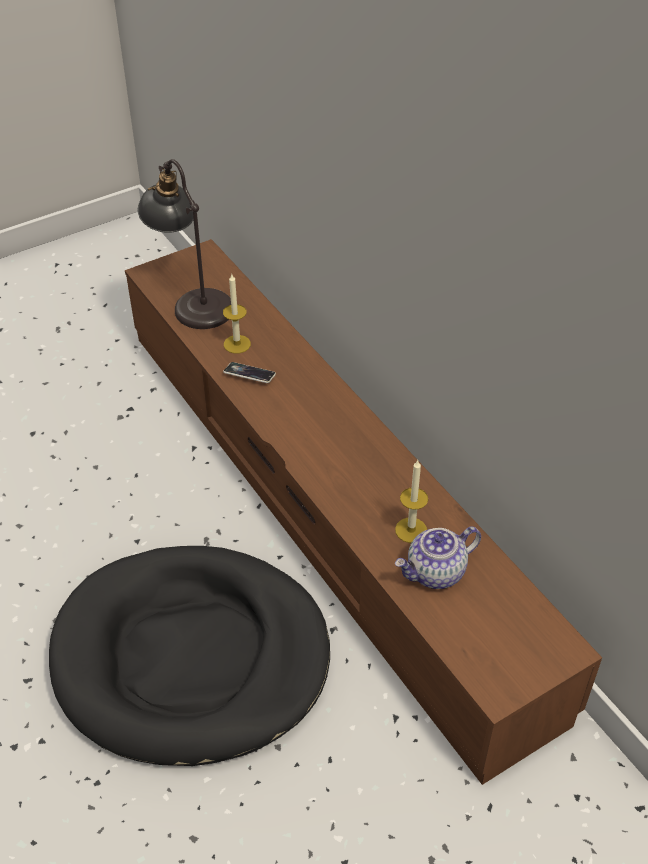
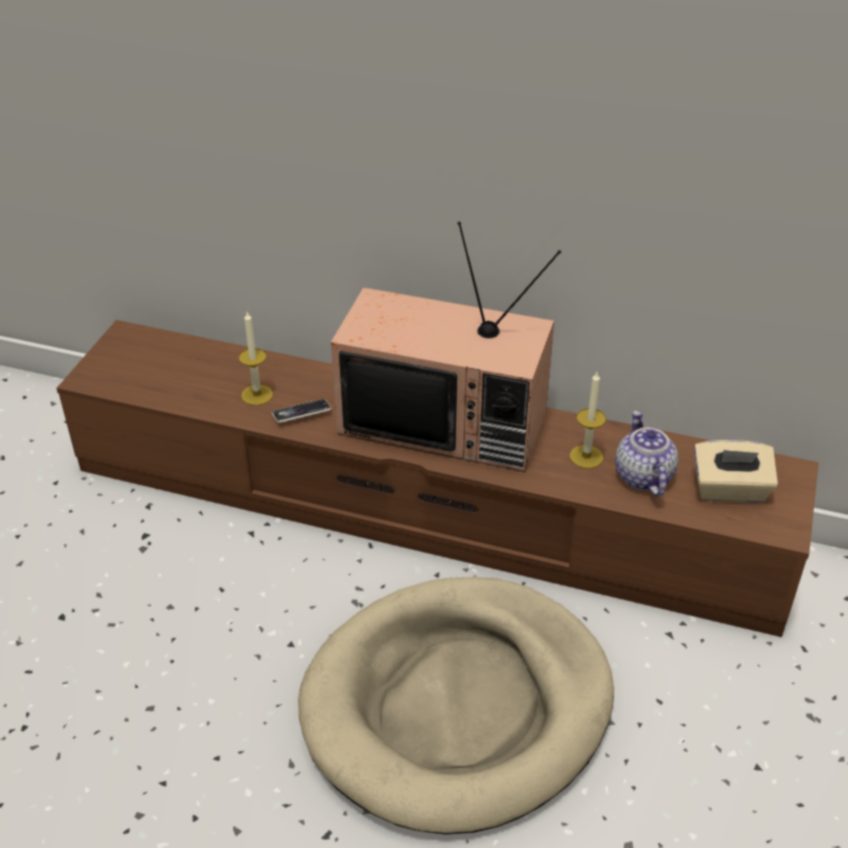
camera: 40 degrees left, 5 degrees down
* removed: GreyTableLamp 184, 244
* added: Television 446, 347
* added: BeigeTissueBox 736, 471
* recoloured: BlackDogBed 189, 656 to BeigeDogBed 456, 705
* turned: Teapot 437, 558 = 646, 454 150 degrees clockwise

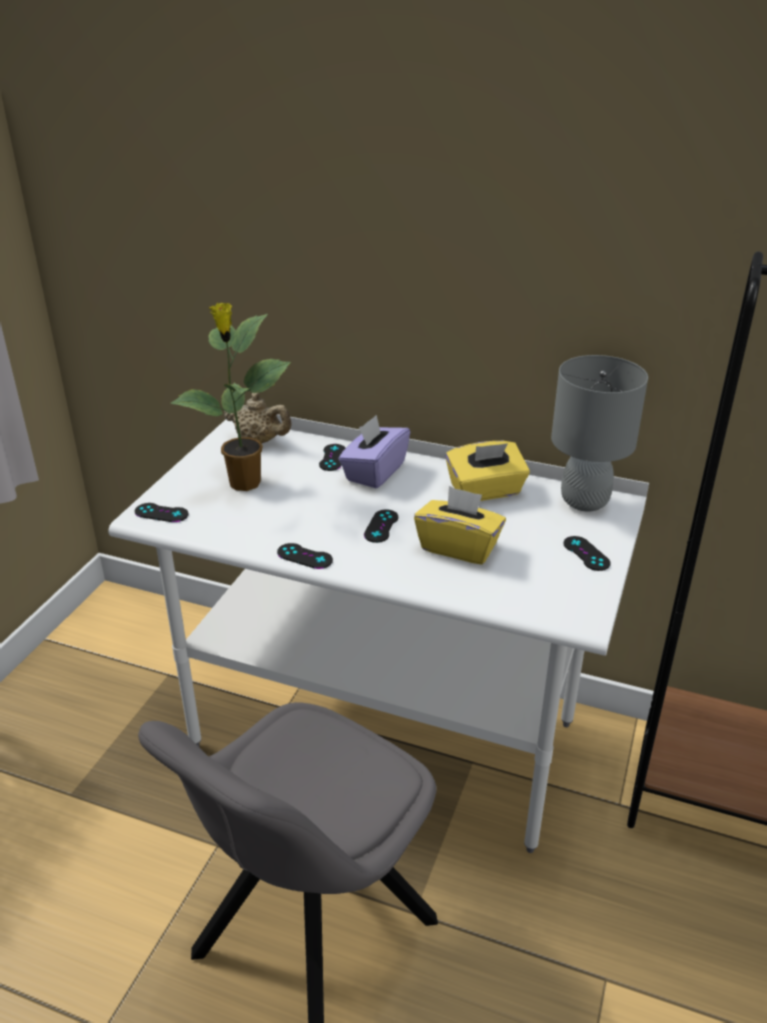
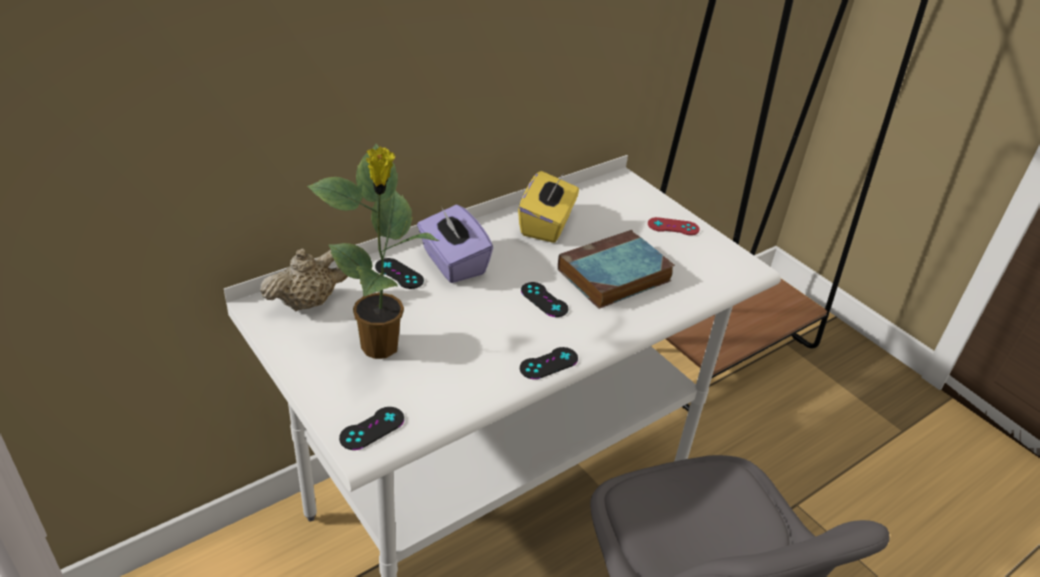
camera: 60 degrees left, 5 degrees up
* removed: GreyTableLamp 599, 433
* replaced: YellowTissueBox 460, 525 to Book 616, 269
* recoloured: BlackGameController 587, 553 to RedGameController 674, 226

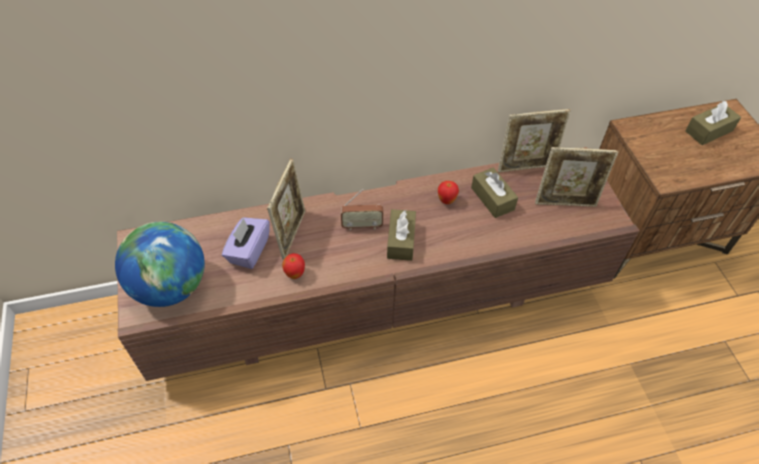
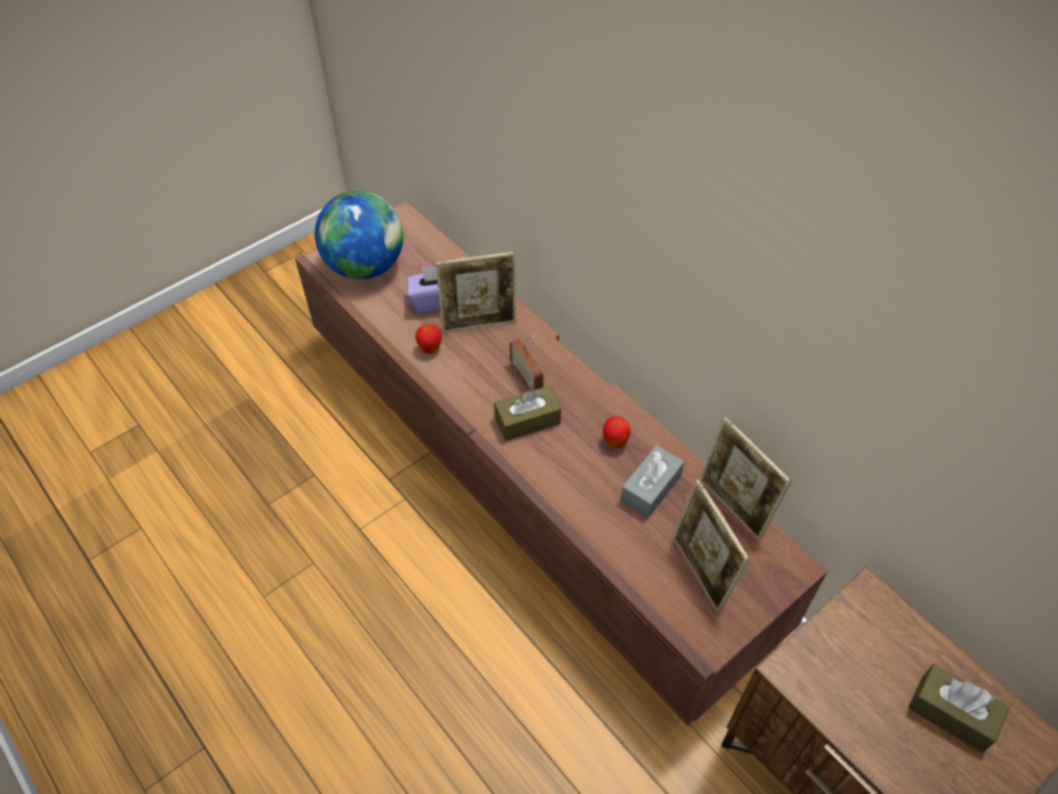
camera: 65 degrees right, 0 degrees up
* recoloured: BrownTissueBox 494, 193 to GreyTissueBox 652, 481

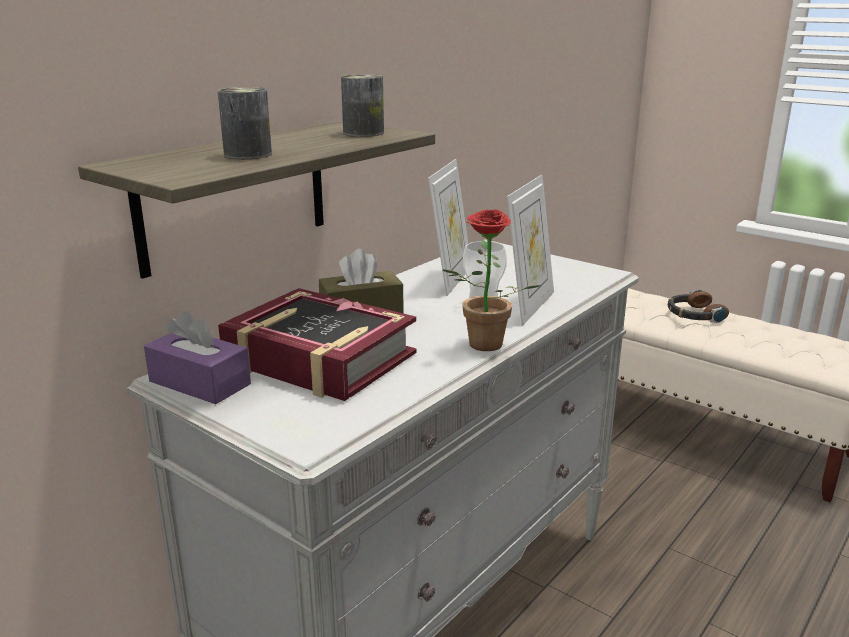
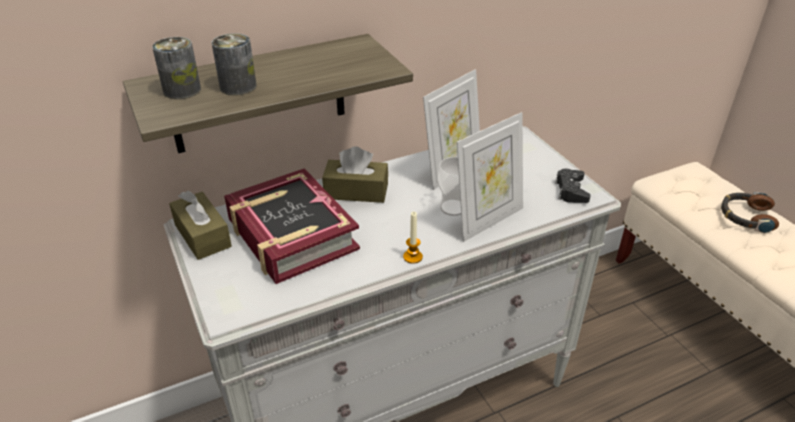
camera: 25 degrees right, 15 degrees up
* added: BlackGameController 573, 185
* moved: Can 362, 105 to 176, 68
* replaced: PottedPlant 492, 280 to Candle 413, 238
* recoloured: PurpleTissueBox 197, 357 to BrownTissueBox 200, 225

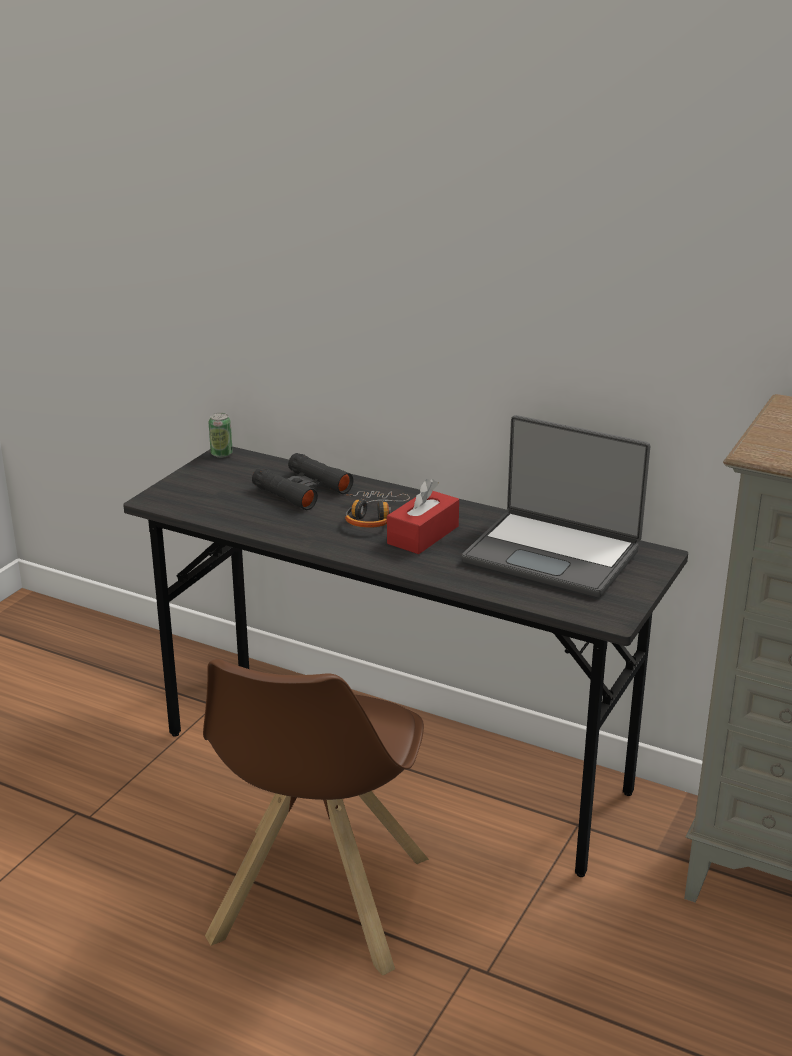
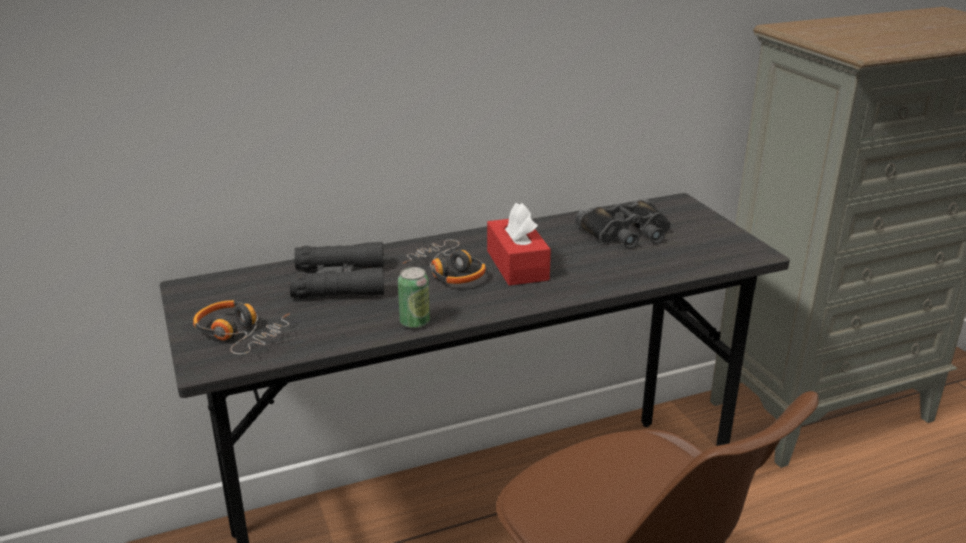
camera: 50 degrees left, 0 degrees up
* added: Headphones 241, 327
* moved: Can 221, 435 to 414, 298
* replaced: Laptop 556, 506 to BlackBinoculars 623, 224

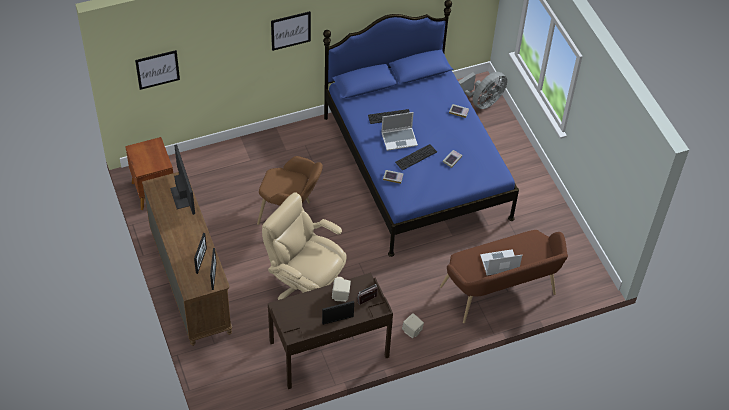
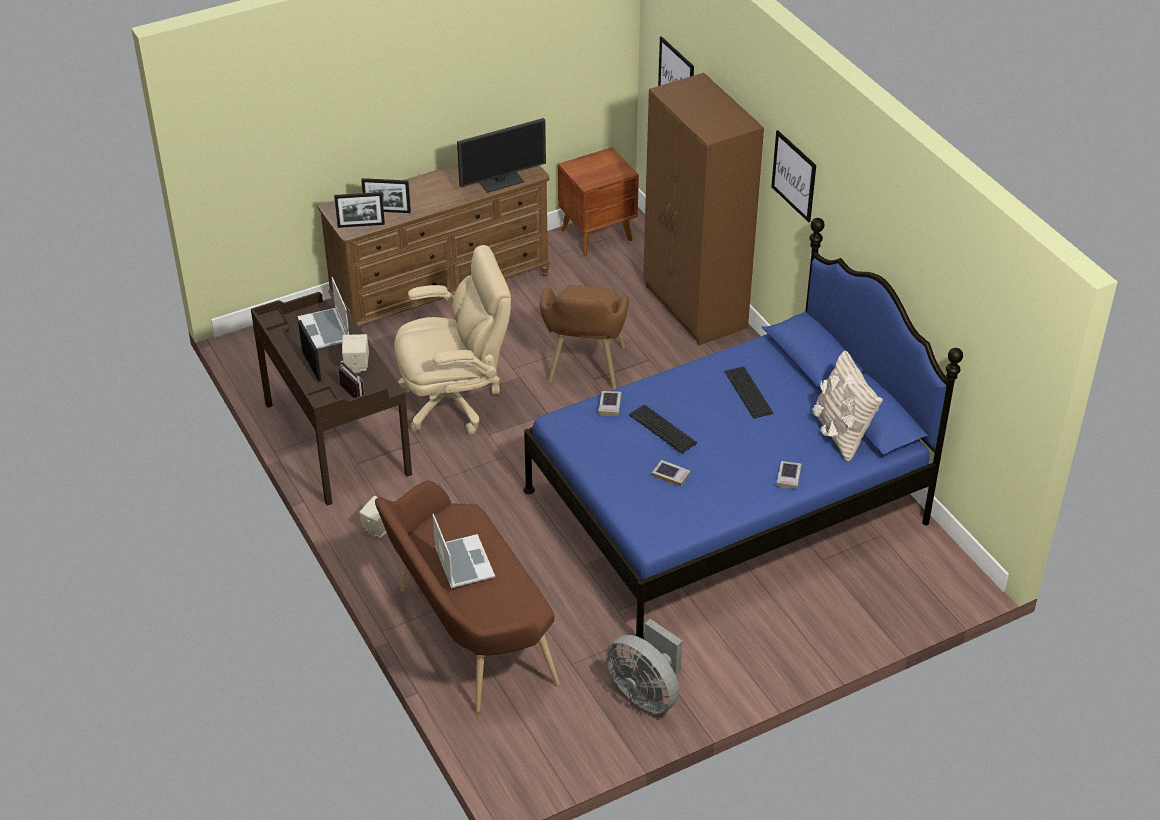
camera: 85 degrees right, 10 degrees down
* added: BrownWardrobe 703, 209
* added: BeigePillow 847, 405
* moved: Laptop 399, 131 to 323, 313
* moved: GreyFan 482, 90 to 644, 666
* turned: BeigeOfficeChair 304, 246 = 452, 339 45 degrees clockwise

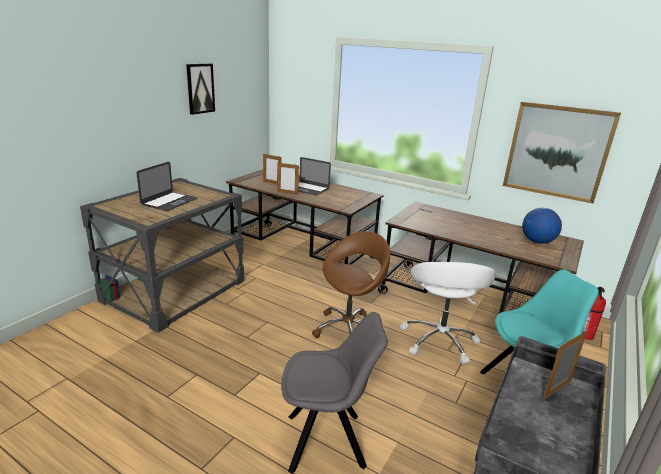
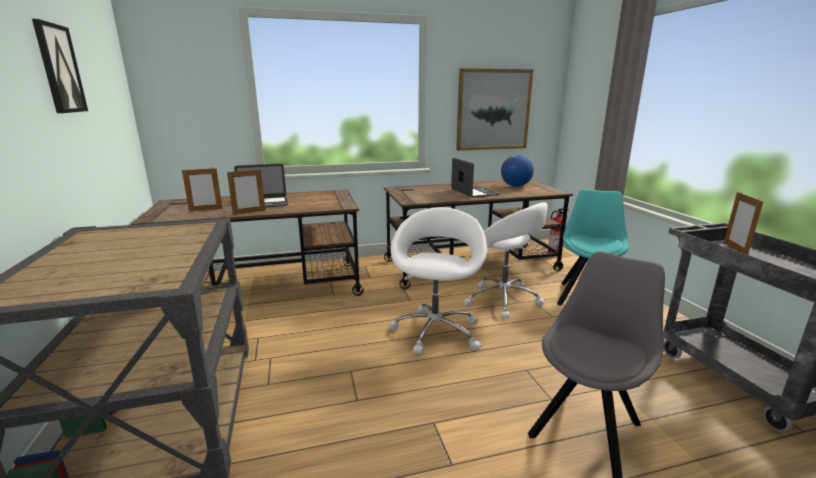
camera: 45 degrees left, 5 degrees down
* moved: Laptop 166, 186 to 475, 178
* recoloured: BrownOfficeChair 351, 284 to WhiteOfficeChair 438, 280

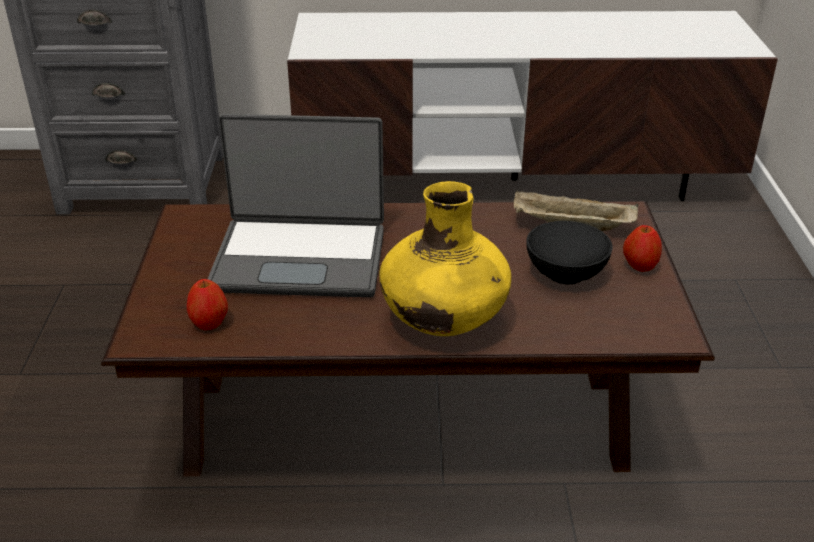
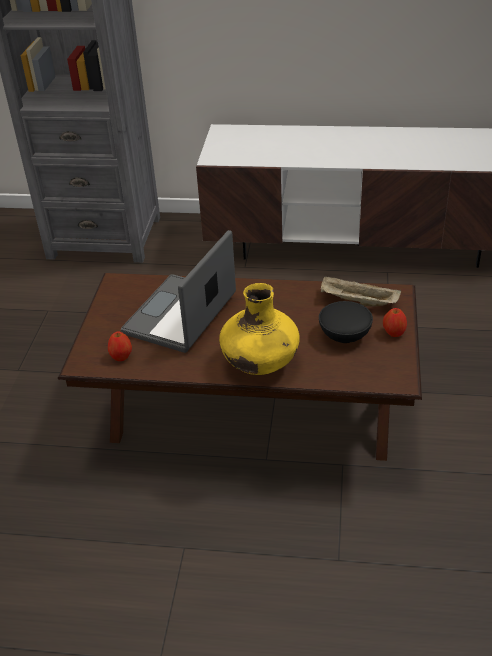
camera: 10 degrees right, 5 degrees up
* turned: Laptop 296, 206 = 178, 291 105 degrees clockwise

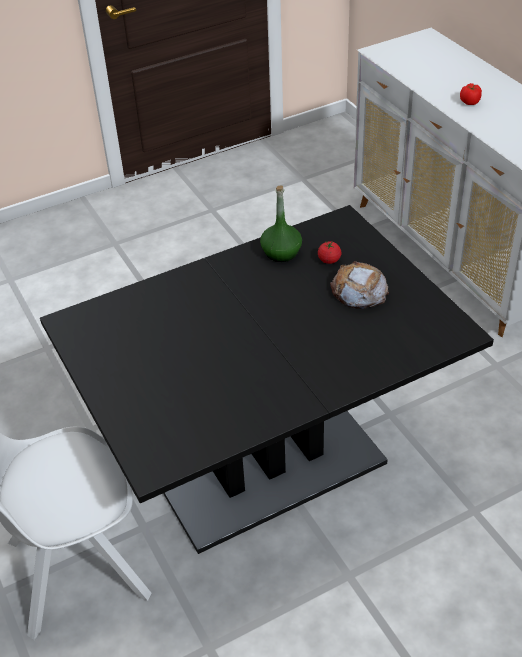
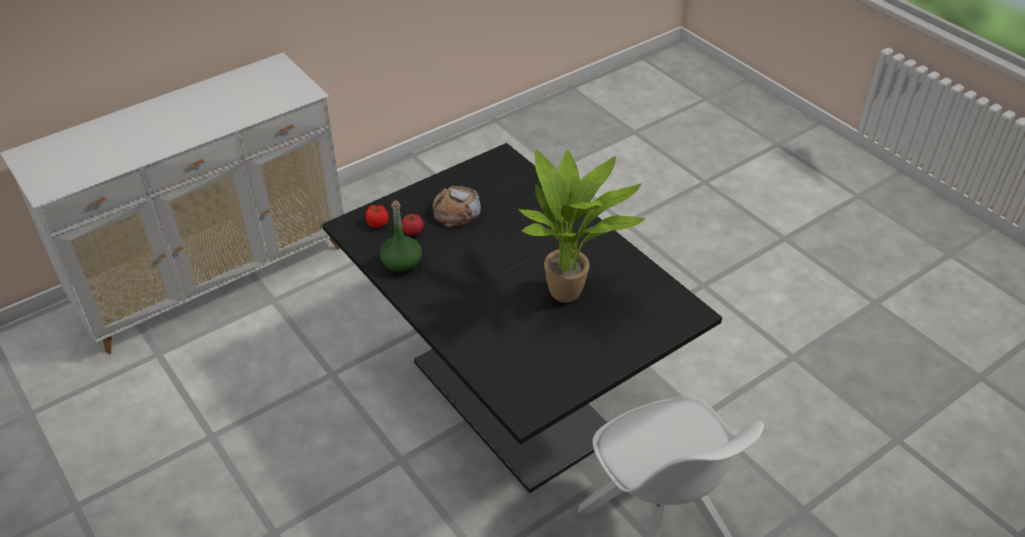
camera: 100 degrees left, 0 degrees up
* added: PottedPlant 582, 226
* moved: Tomato 471, 94 to 377, 216

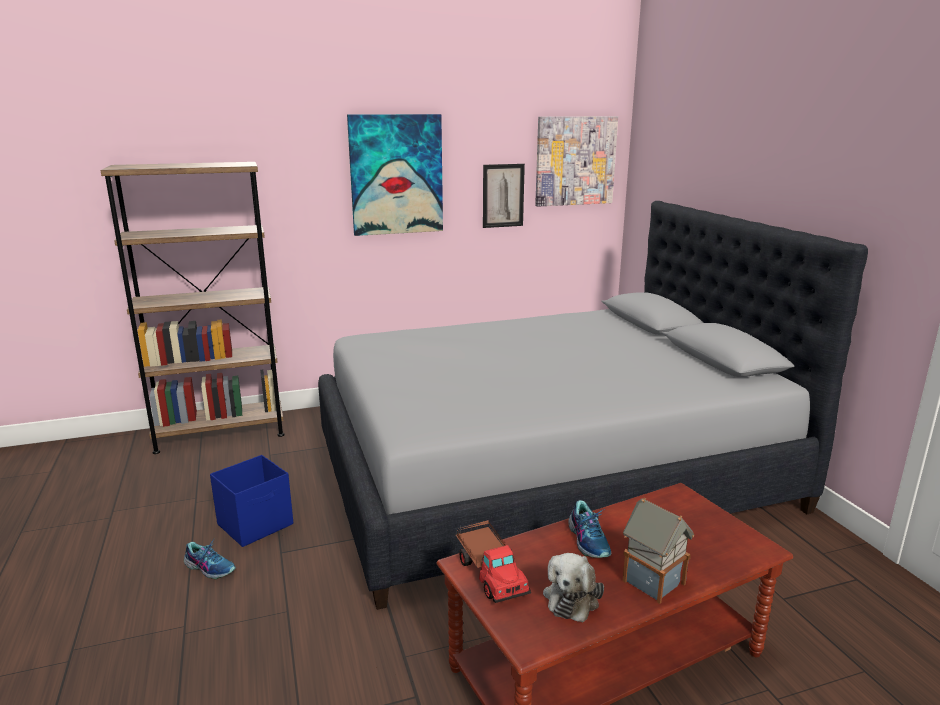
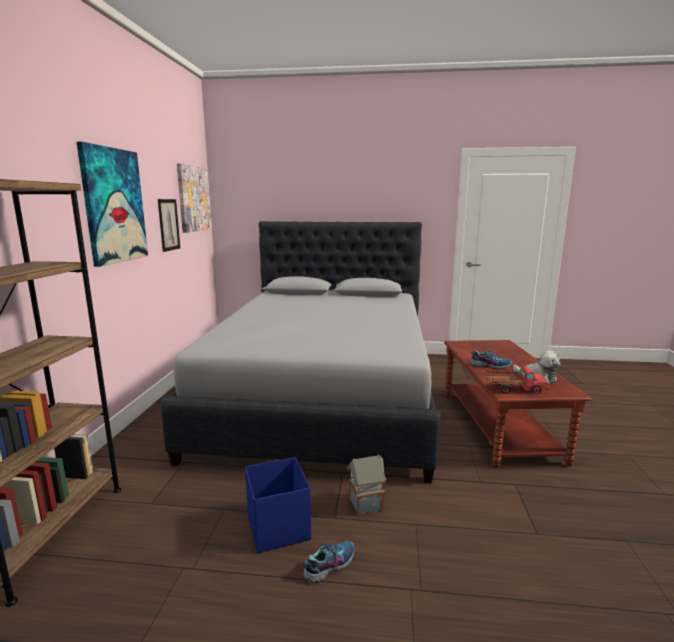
camera: 65 degrees left, 5 degrees down
* moved: ToyHouse 658, 550 to 366, 485

